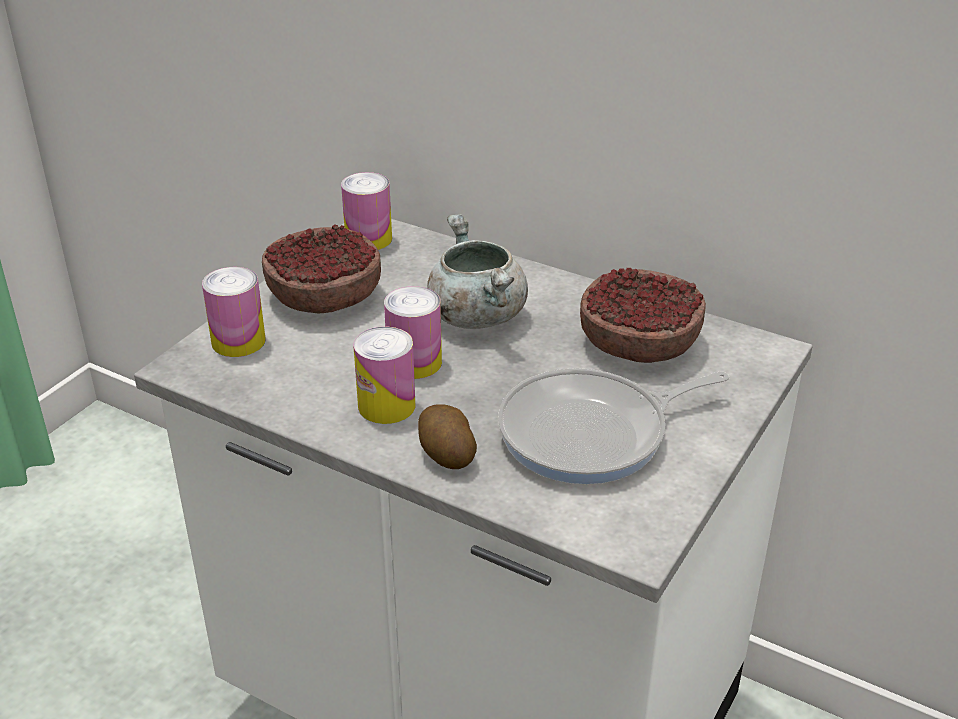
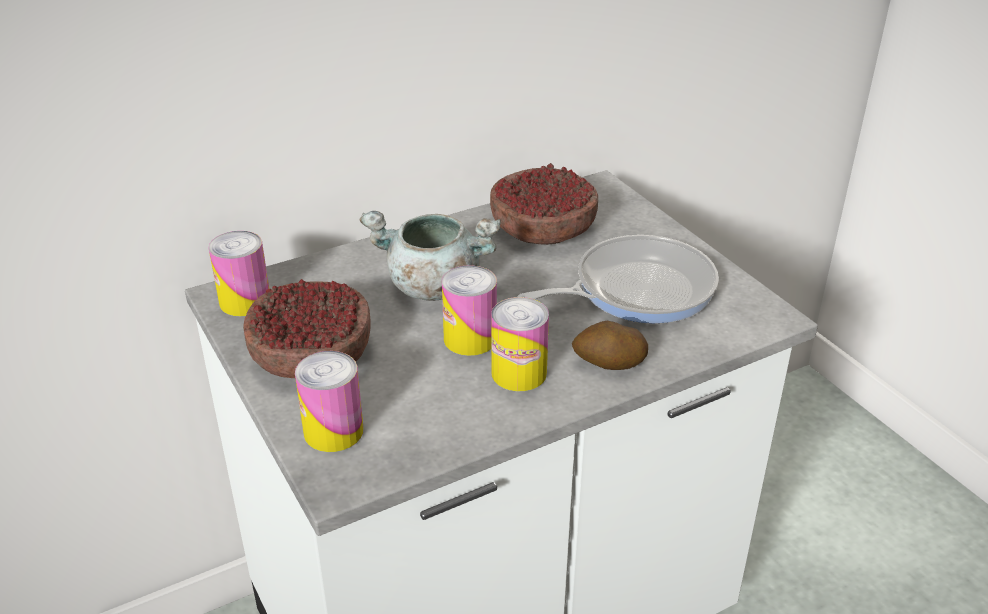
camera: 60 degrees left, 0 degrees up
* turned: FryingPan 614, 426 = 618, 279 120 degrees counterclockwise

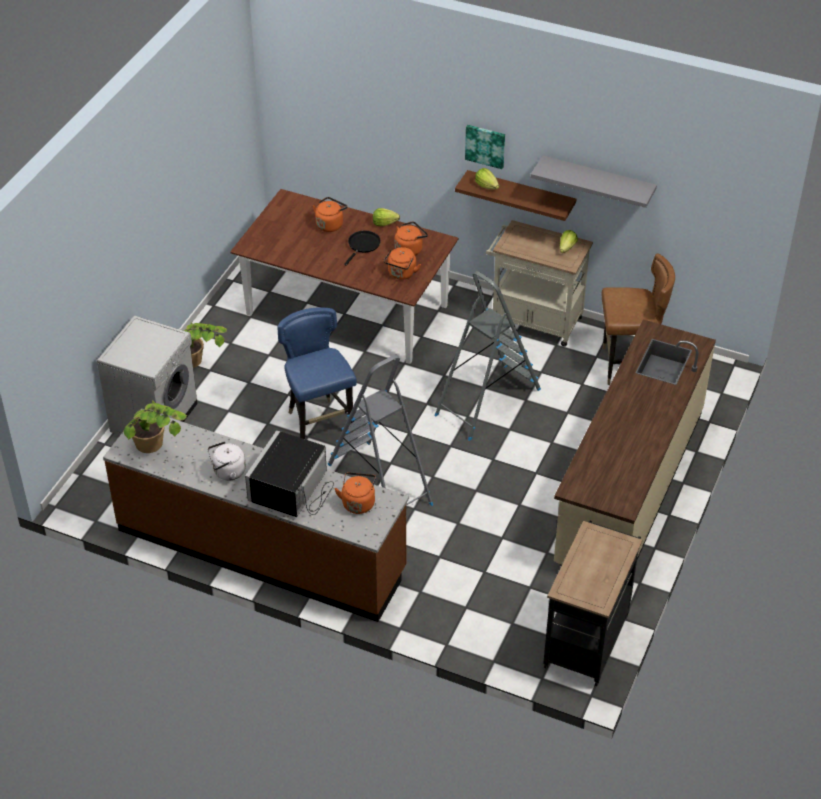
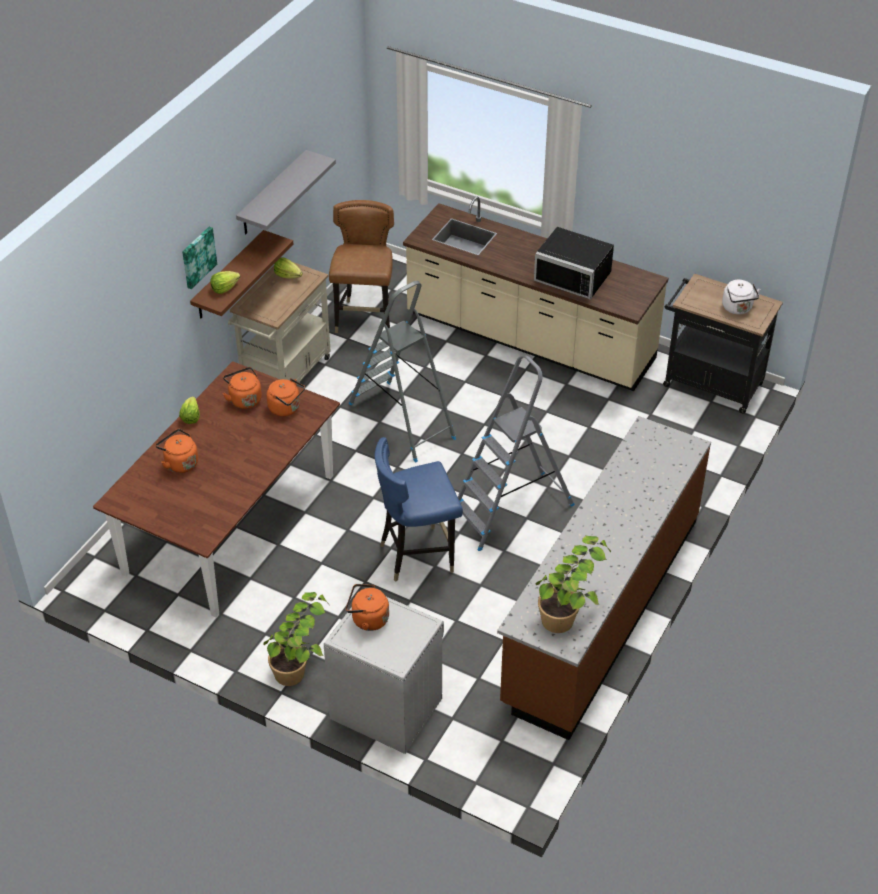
camera: 85 degrees left, 0 degrees up
* removed: BlackFryingPan 362, 248
* moved: WhiteKettle 226, 461 to 741, 297
* moved: BlackMicrowave 289, 473 to 574, 263
* moved: OrangeKettle 355, 493 to 367, 607

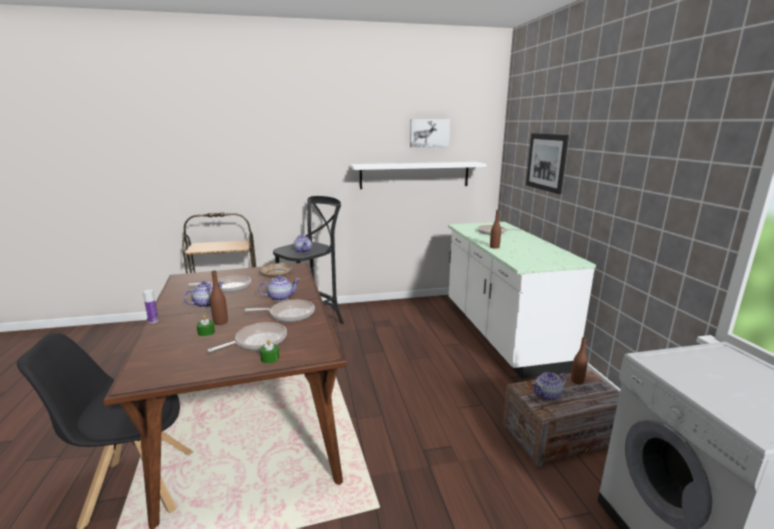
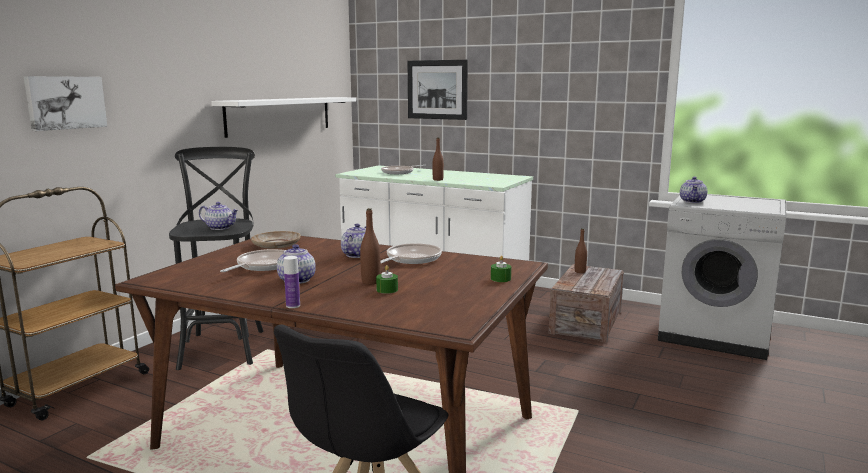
camera: 50 degrees left, 5 degrees down
* removed: FryingPan 247, 337
* moved: Picture 430, 133 to 65, 103
* moved: Teapot 549, 386 to 693, 190

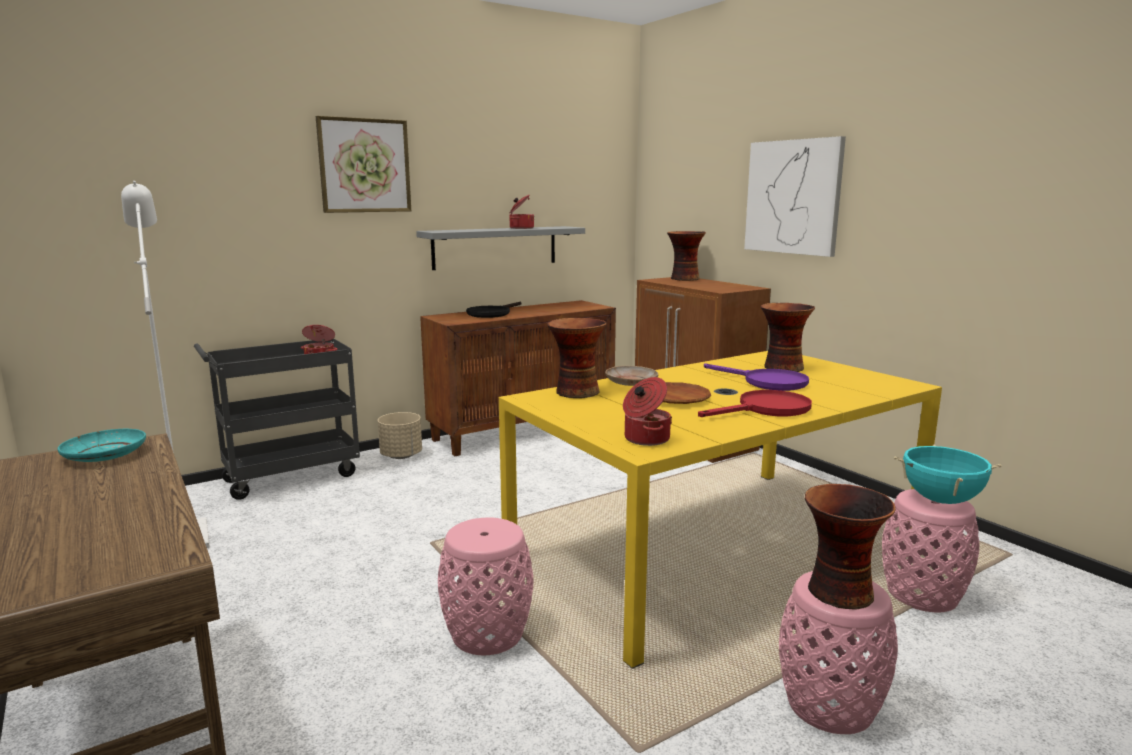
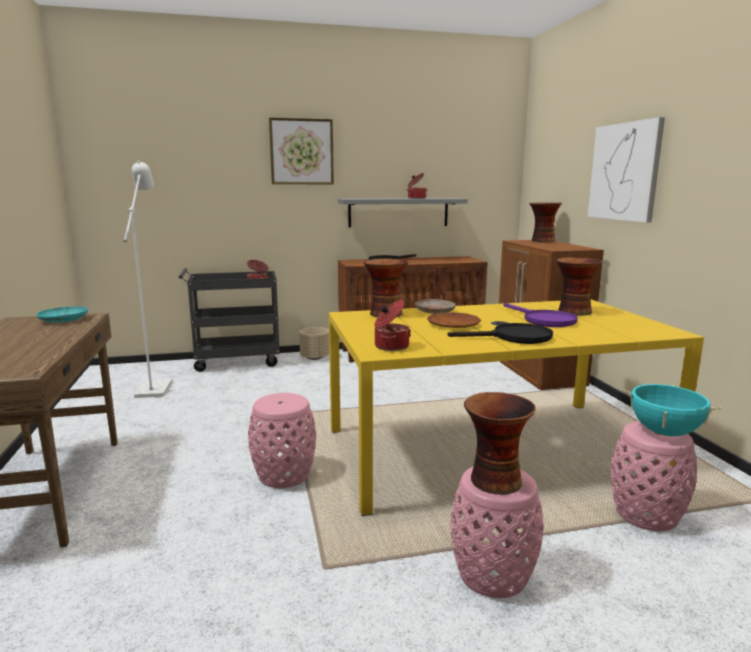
camera: 20 degrees right, 0 degrees up
* recoloured: RedFryingPan 755, 403 to BlackFryingPan 500, 333

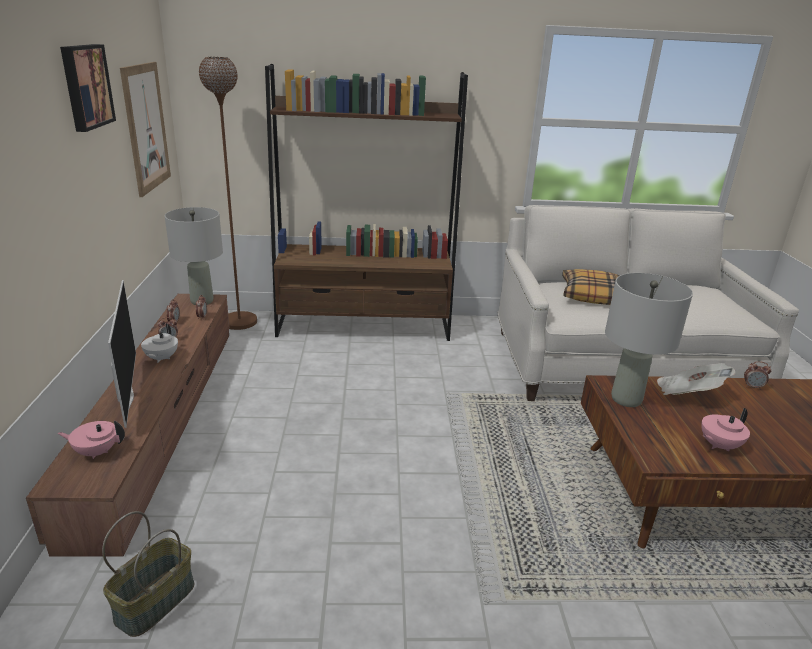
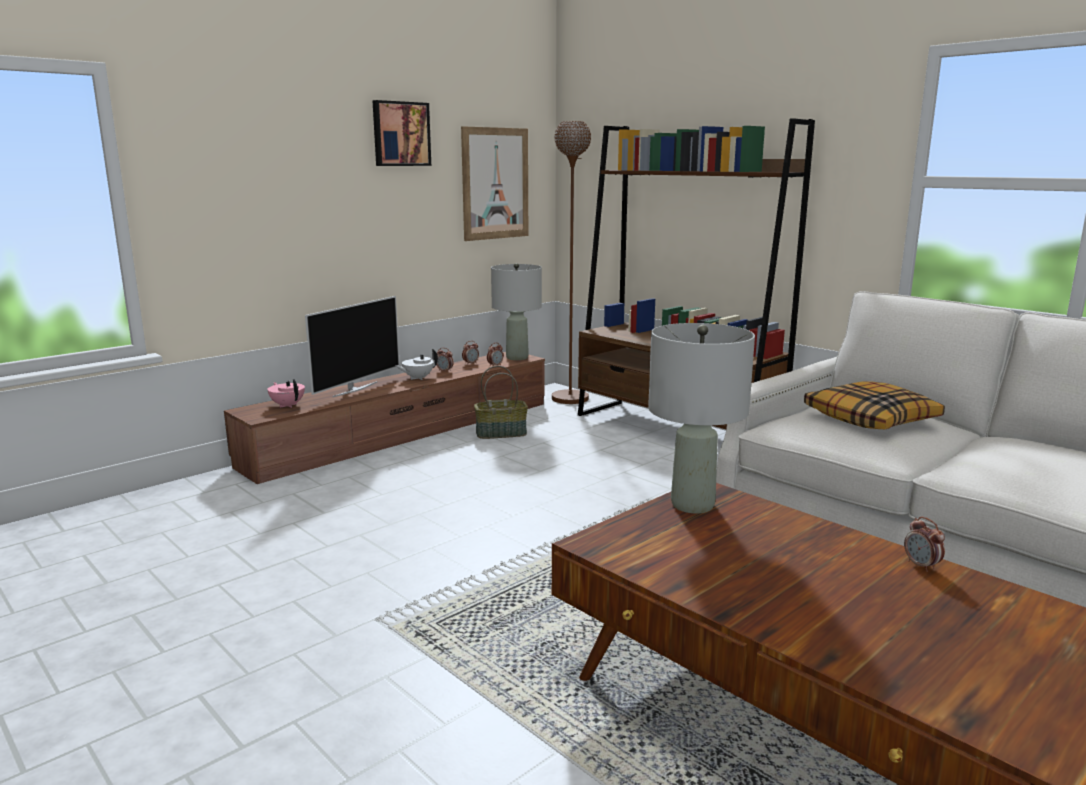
camera: 50 degrees right, 10 degrees down
* removed: Newspaper 696, 379
* removed: PinkTeapot 725, 430
* moved: Basket 148, 574 to 501, 402

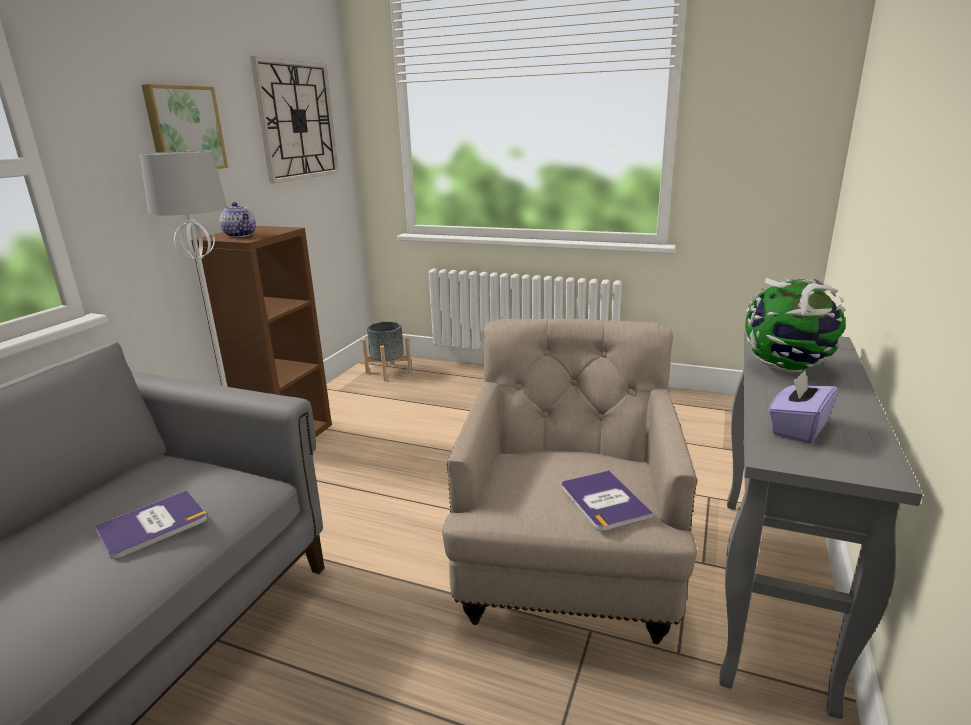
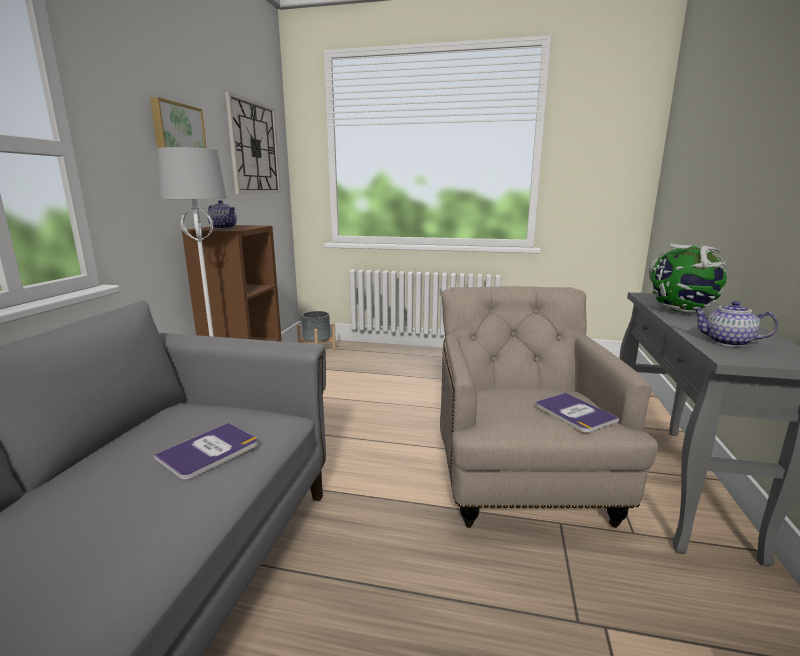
camera: 10 degrees left, 5 degrees down
* replaced: PurpleTissueBox 803, 407 to Teapot 735, 324

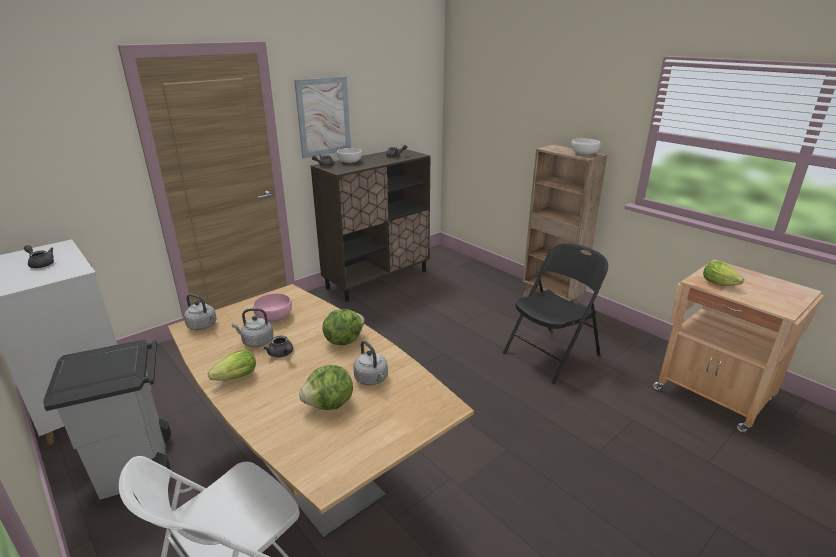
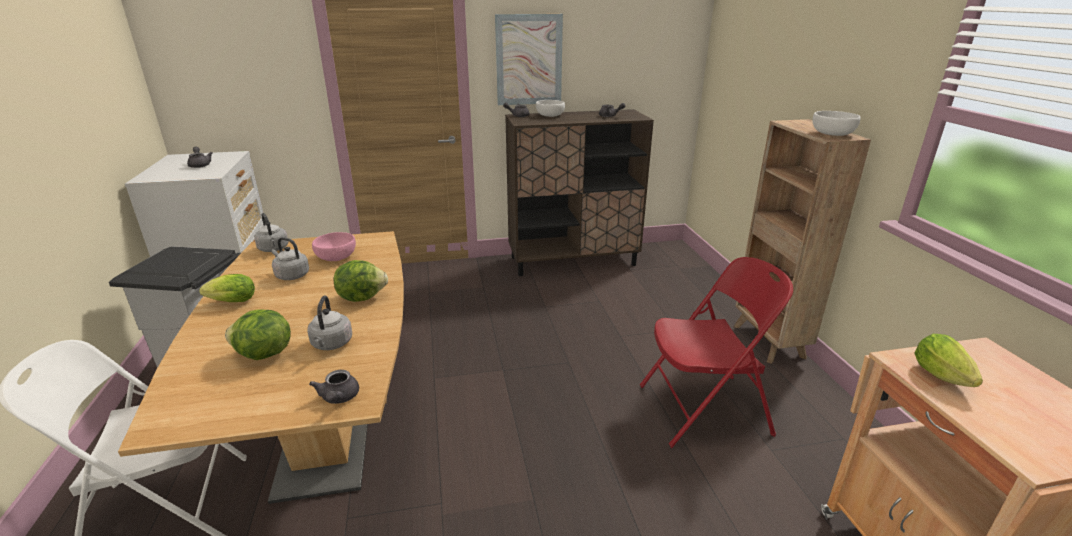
camera: 30 degrees right, 0 degrees up
* moved: GreyTeapot 278, 346 to 334, 387
* recoloured: BlackChair 555, 314 to RedChair 716, 352

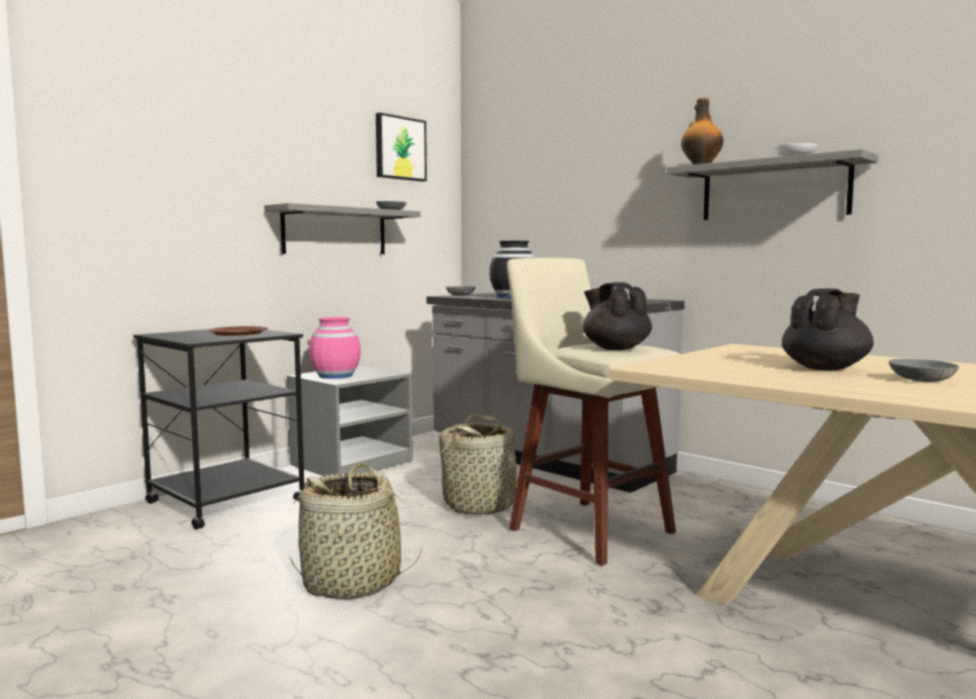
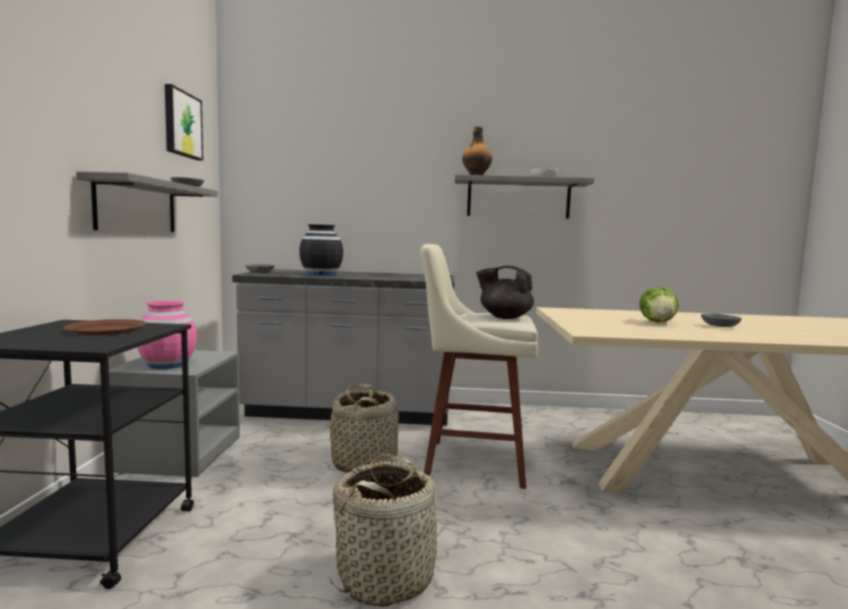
camera: 40 degrees left, 0 degrees up
* replaced: BlackTeapot 828, 329 to Lettuce 659, 305

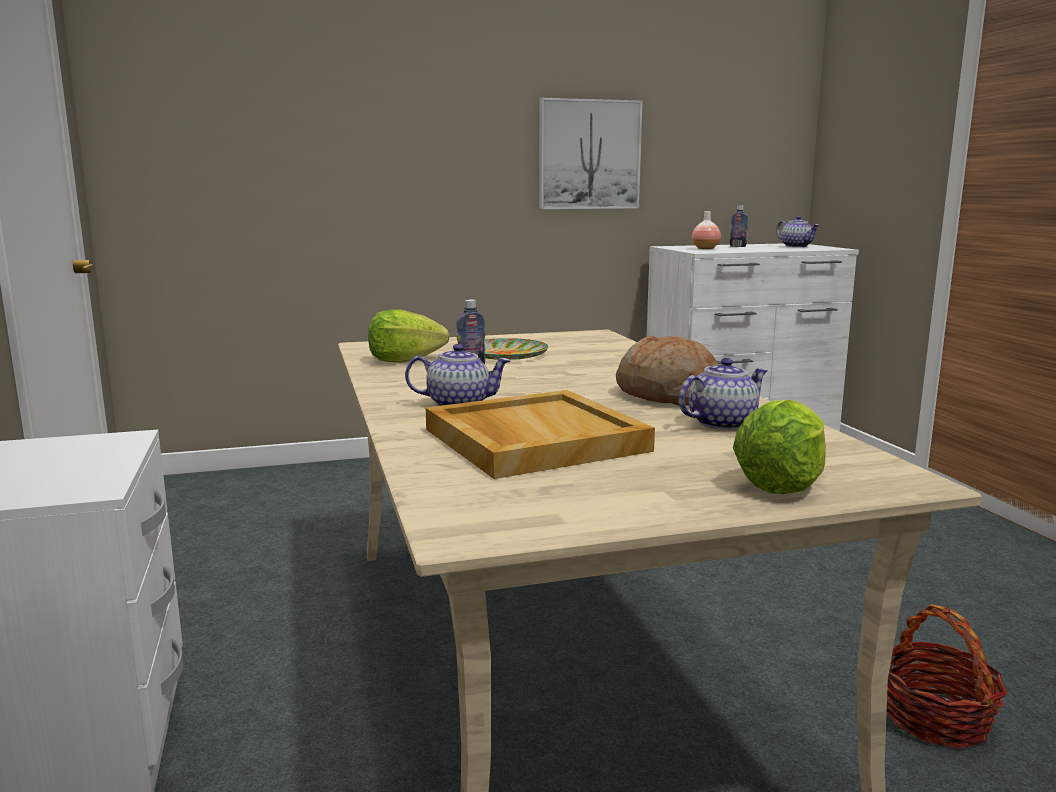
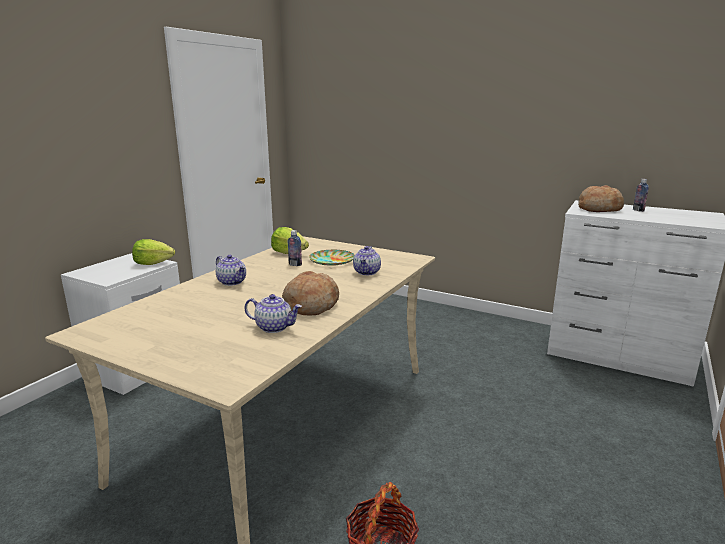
camera: 45 degrees right, 5 degrees up
* removed: BeigeTray 540, 434
* removed: Picture 591, 153
* moved: Lettuce 779, 447 to 153, 252
* moved: Teapot 798, 231 to 367, 260
* replaced: Vase 706, 230 to Bread 601, 198

